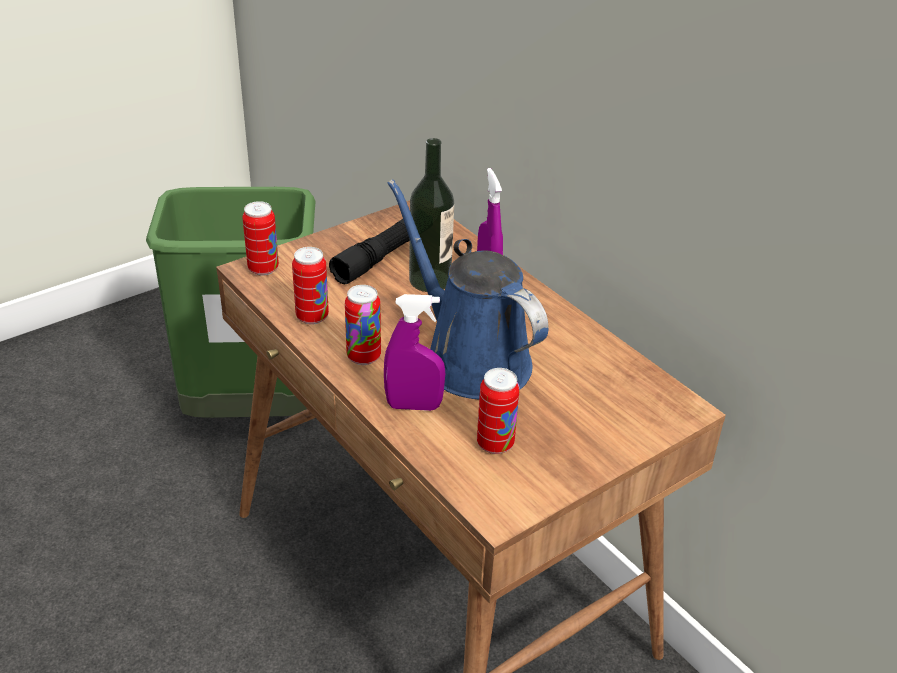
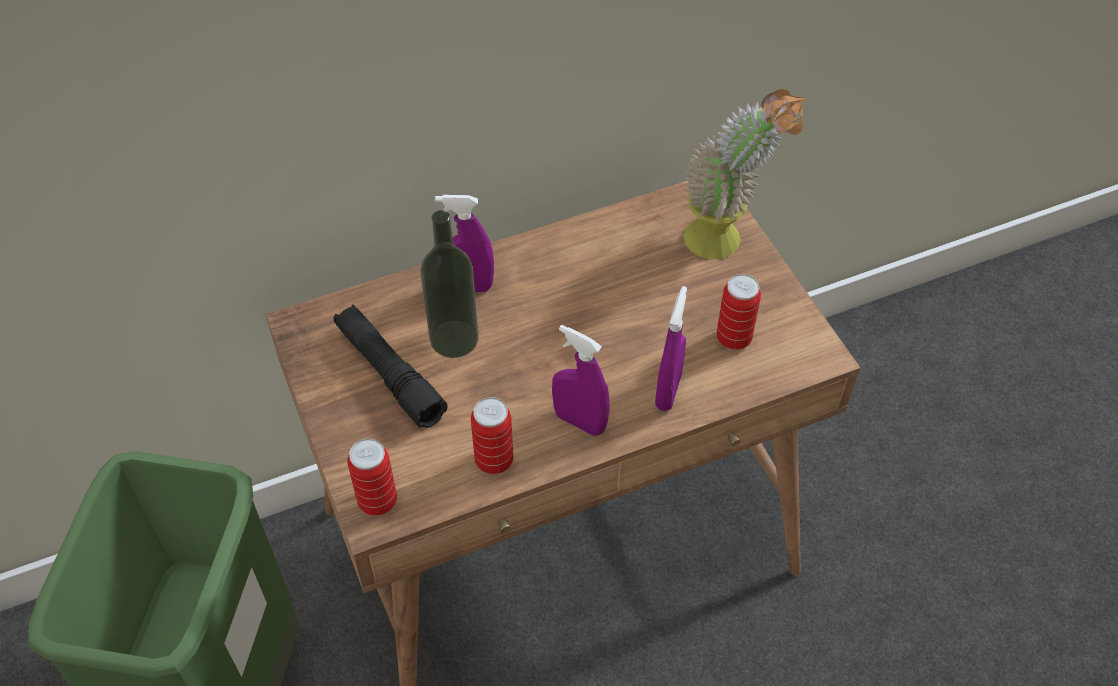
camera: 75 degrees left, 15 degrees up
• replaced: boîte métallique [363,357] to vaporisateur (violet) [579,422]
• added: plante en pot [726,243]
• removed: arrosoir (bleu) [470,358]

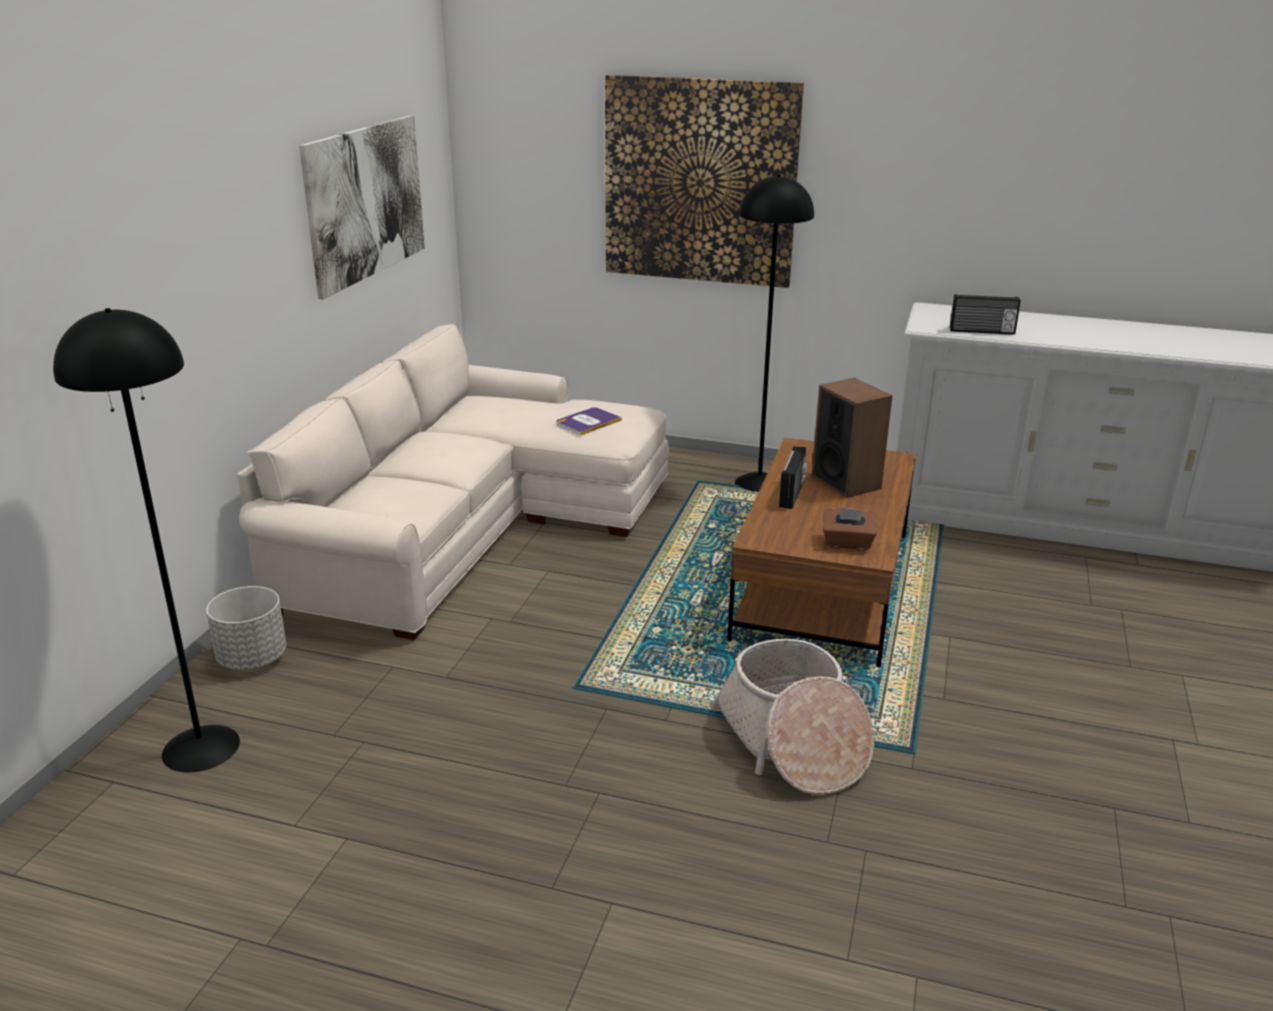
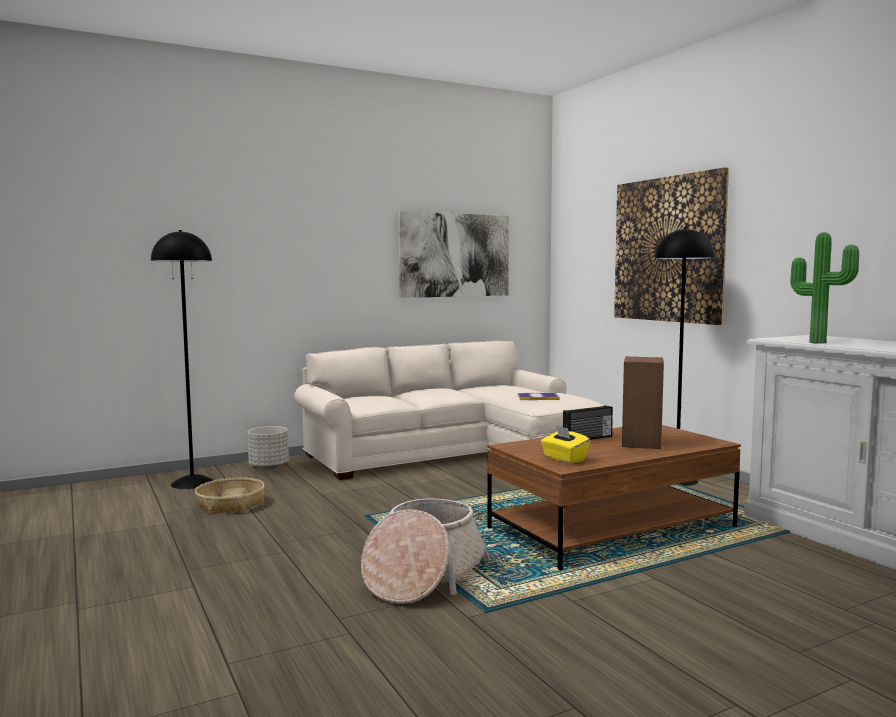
camera: 45 degrees right, 20 degrees down
• added: panier [230,504]
• recoloured: boîte à mouchoirs (marron) [847,543] to boîte à mouchoirs (jaune) [564,459]
• replaced: radio [982,331] to plante en pot [819,342]

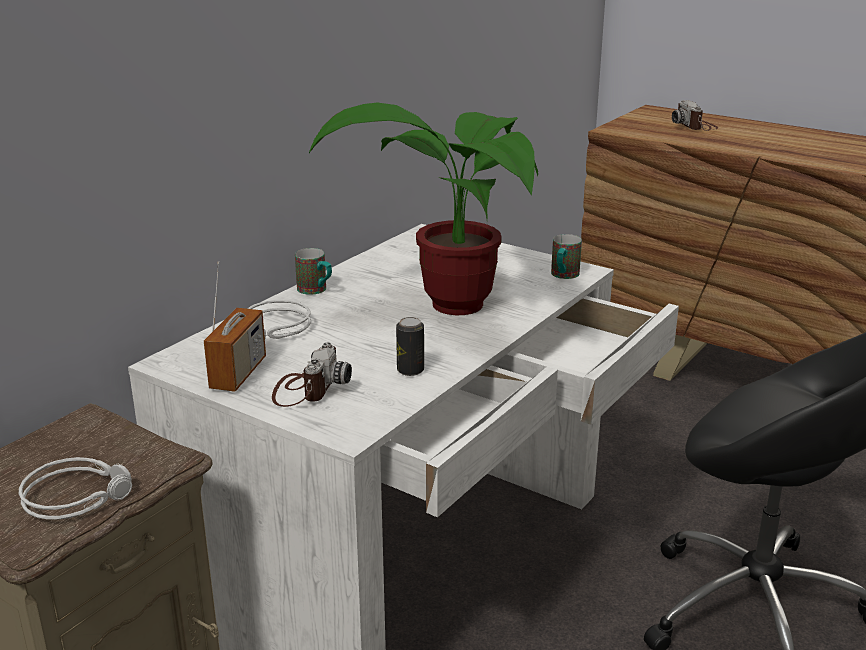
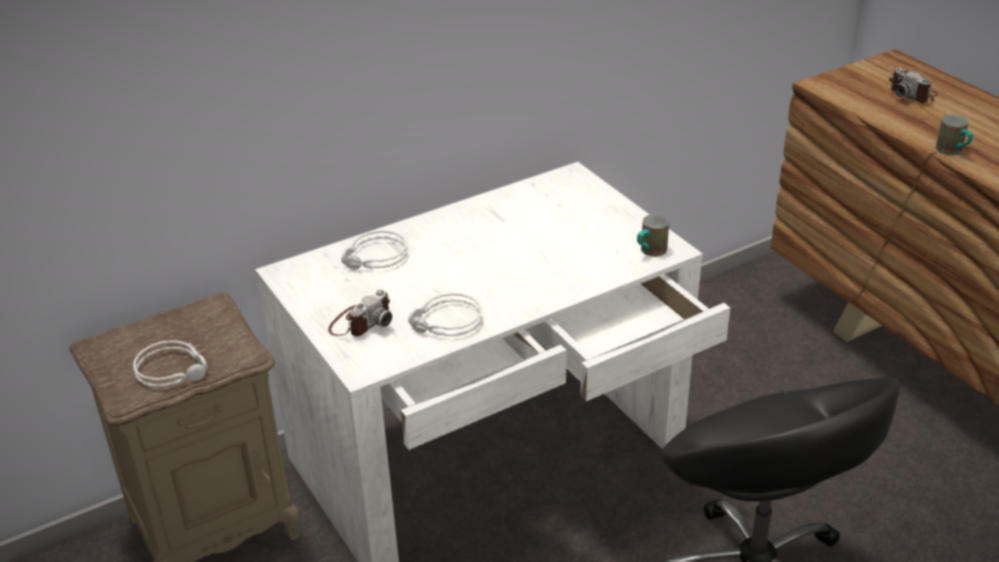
camera: 25 degrees right, 10 degrees up
• replaced: boîte métallique [410,370] to casque audio (gris) [446,323]
• turned: appareil photo [695,126] = [913,94] 45 degrees counterclockwise
• moved: mug [316,290] to [952,152]
• removed: radio [238,373]
• removed: plante en pot [447,306]

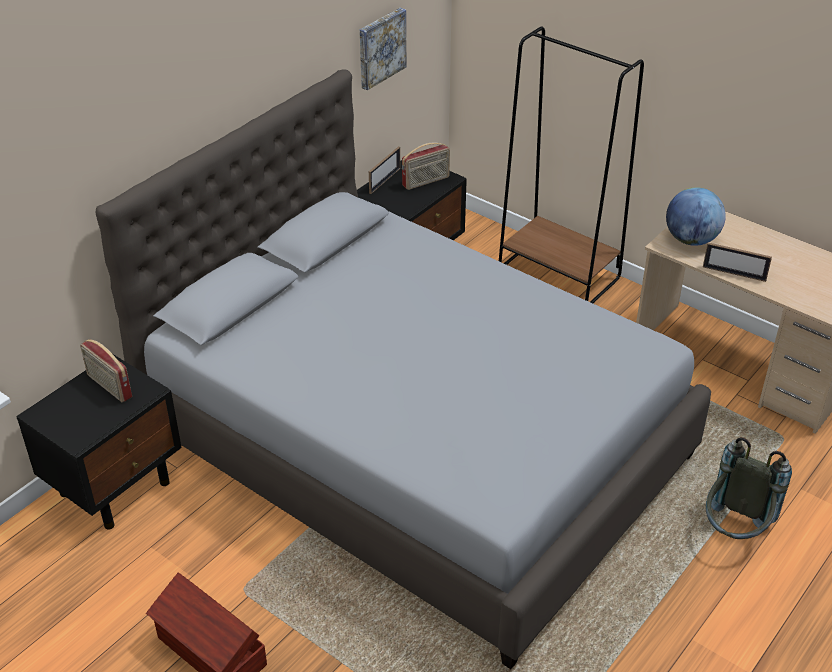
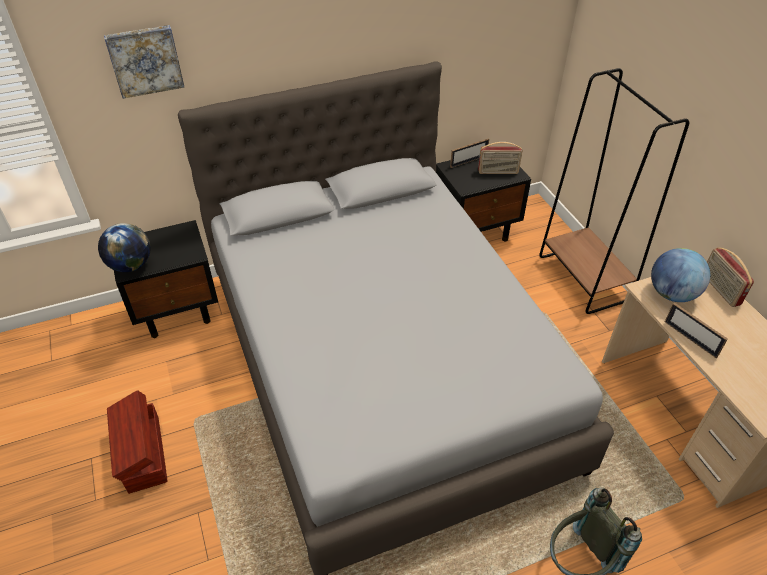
camera: 30 degrees right, 5 degrees up
• added: globe [130,265]
• moved: tableau [380,47] to [145,60]
• moved: radio [109,387] to [719,289]

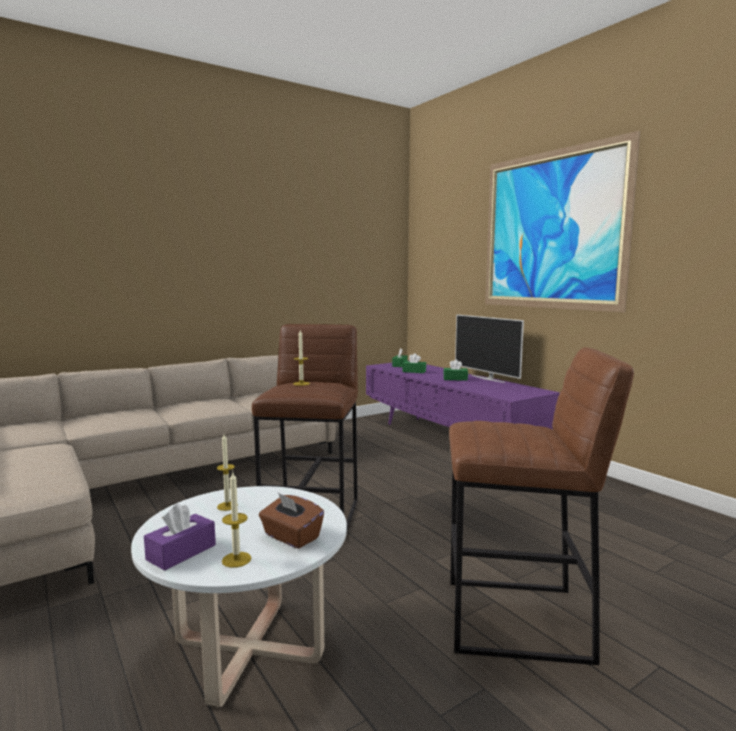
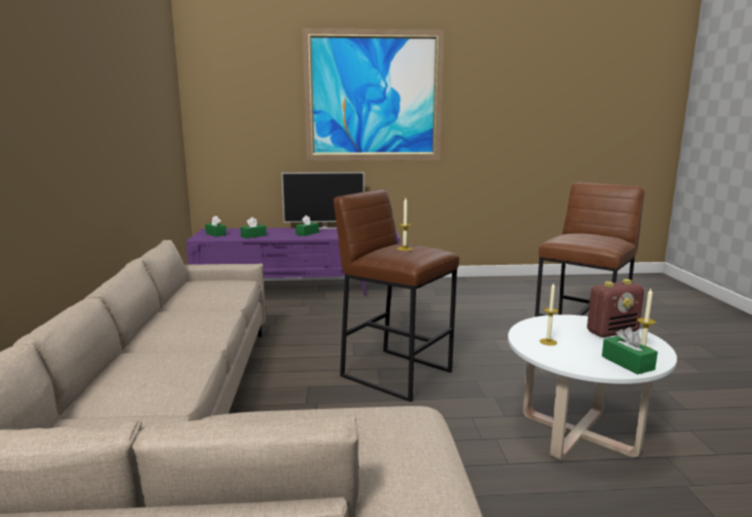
camera: 60 degrees left, 5 degrees up
• replaced: boîte à mouchoirs (marron) [291,537] to radio [612,332]
• recoloured: boîte à mouchoirs (violet) [181,552] to boîte à mouchoirs (vert) [627,363]

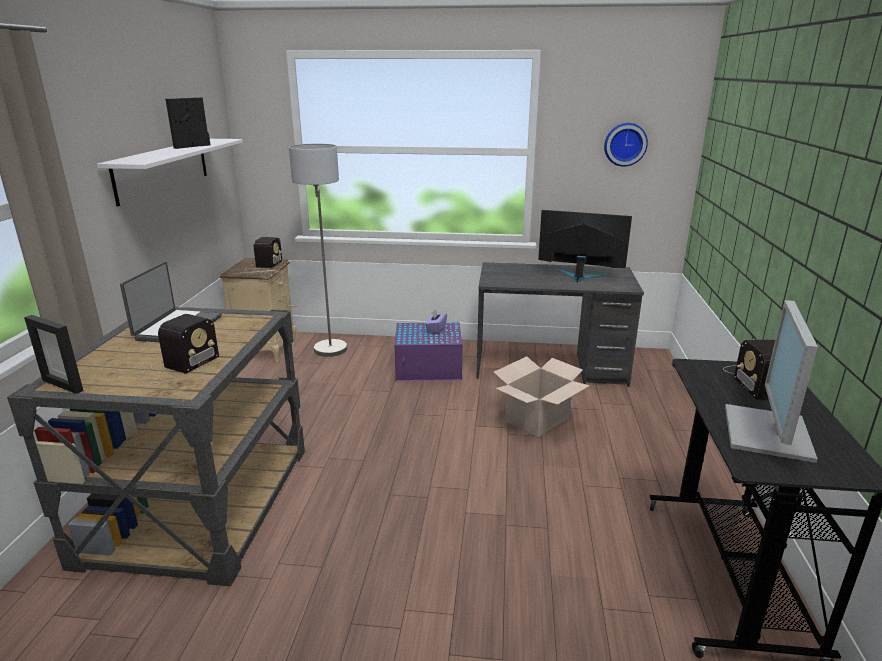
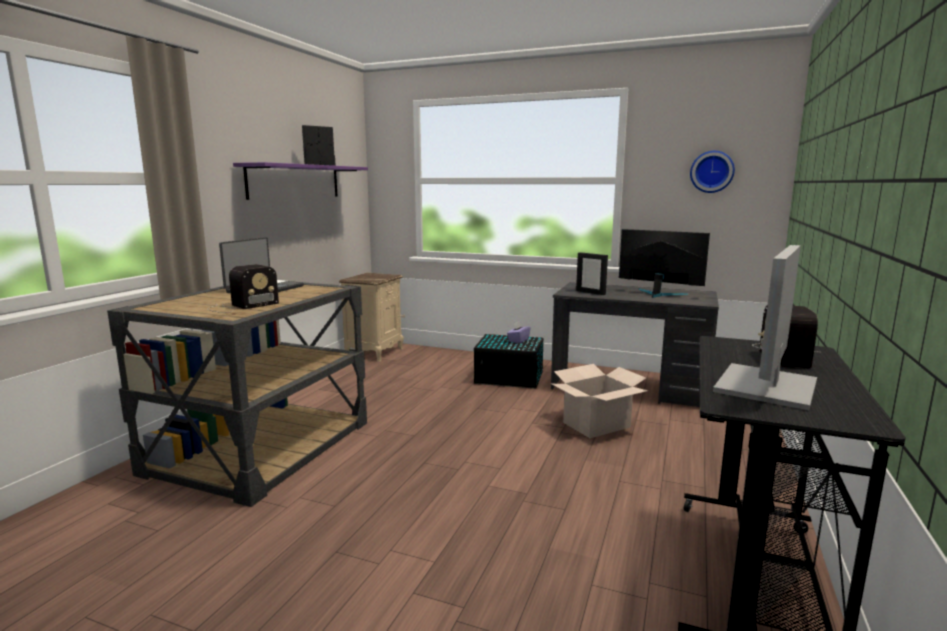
camera: 15 degrees right, 10 degrees down
• recoloured: étagère (blanc) [163,169] to étagère (violet) [295,181]
• recoloured: boîte de rangement (violet) [429,368] to boîte de rangement (noir) [510,378]
• moved: cadre photo [64,385] to [591,292]
• removed: radio [263,266]
• removed: lampadaire (gris) [330,354]

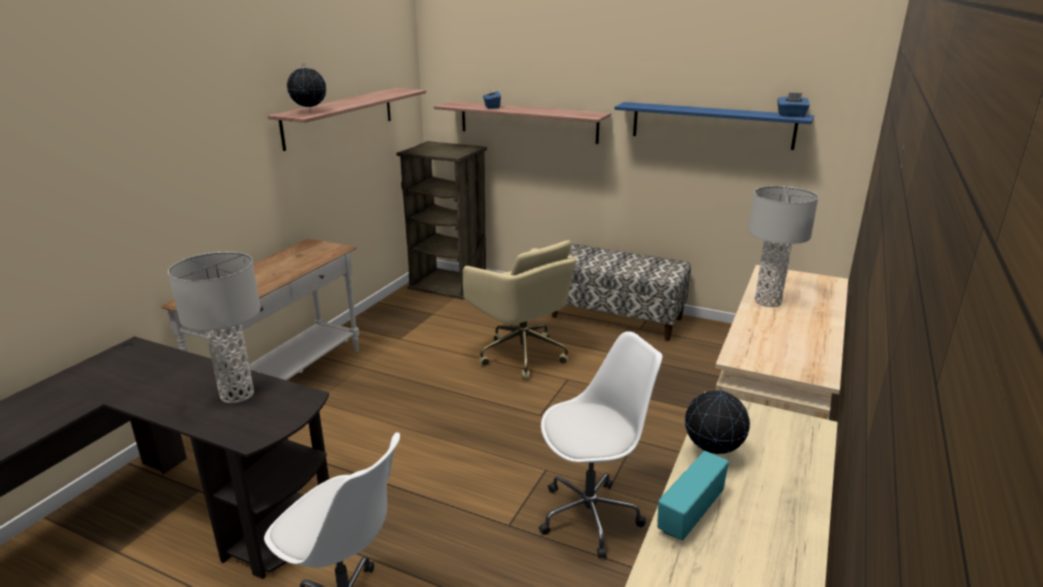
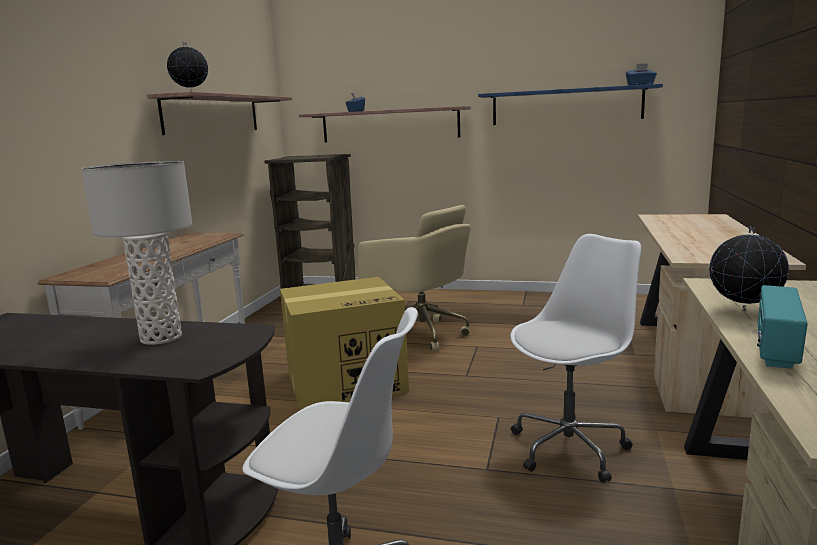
camera: 10 degrees left, 10 degrees down
• added: carton [347,381]
• removed: banc [616,317]
• removed: lampe de table (blanc) [767,301]

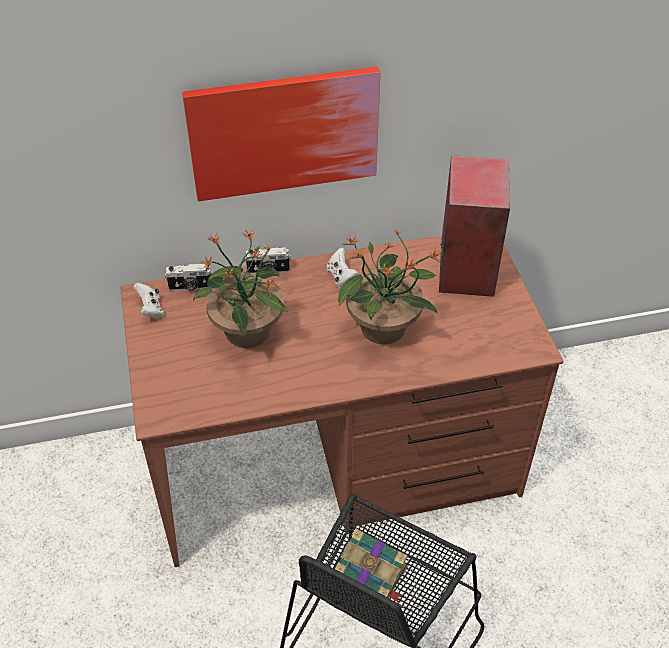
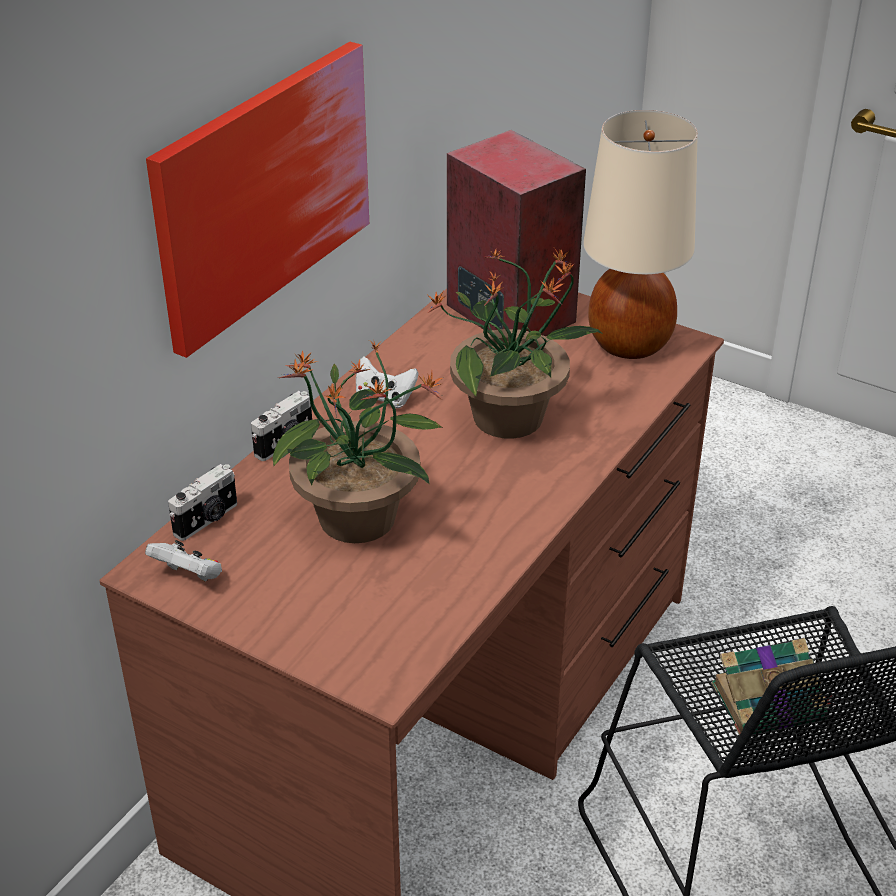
camera: 45 degrees left, 10 degrees down
• added: lampe de table (beige) [630,344]

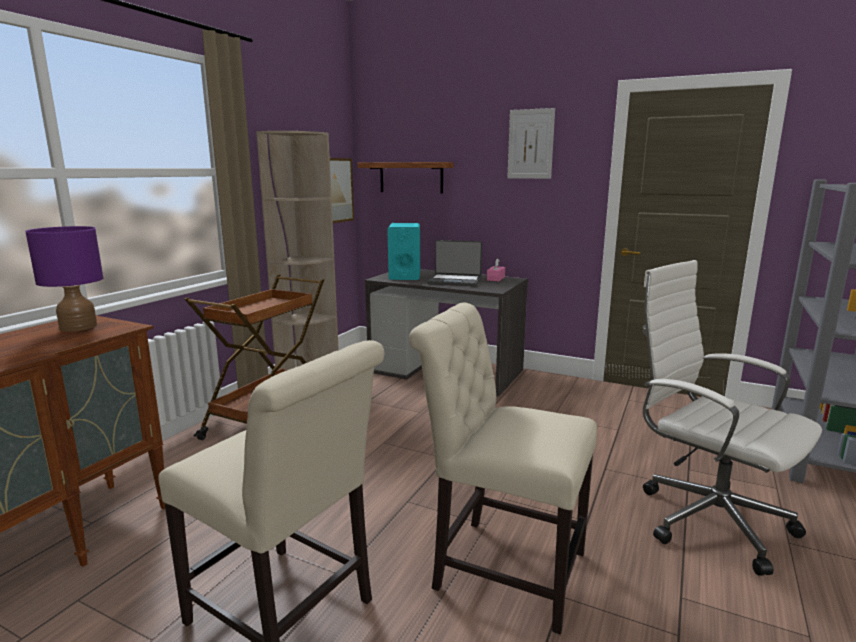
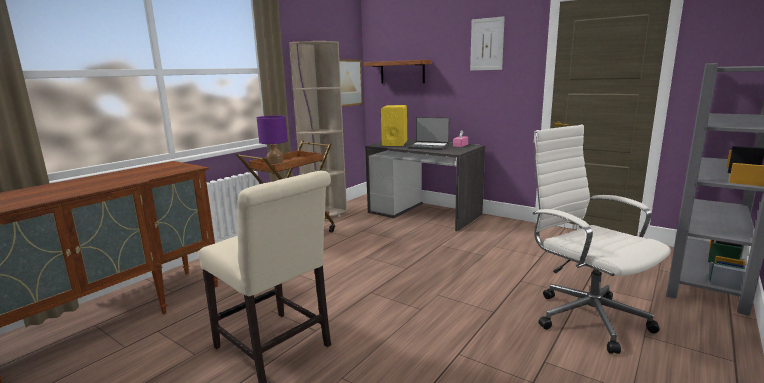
camera: 10 degrees right, 0 degrees up
• moved: lampe de table (violet) [78,327] to [275,165]
• recoloured: enceinte (turquoise) [404,276] to enceinte (jaune) [394,143]
• removed: chaise (beige) [500,567]

